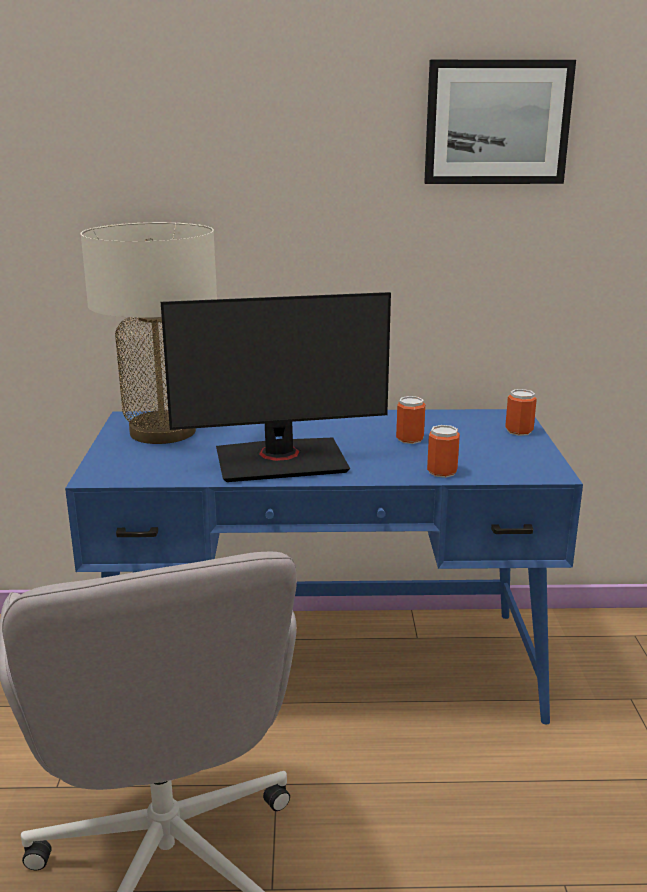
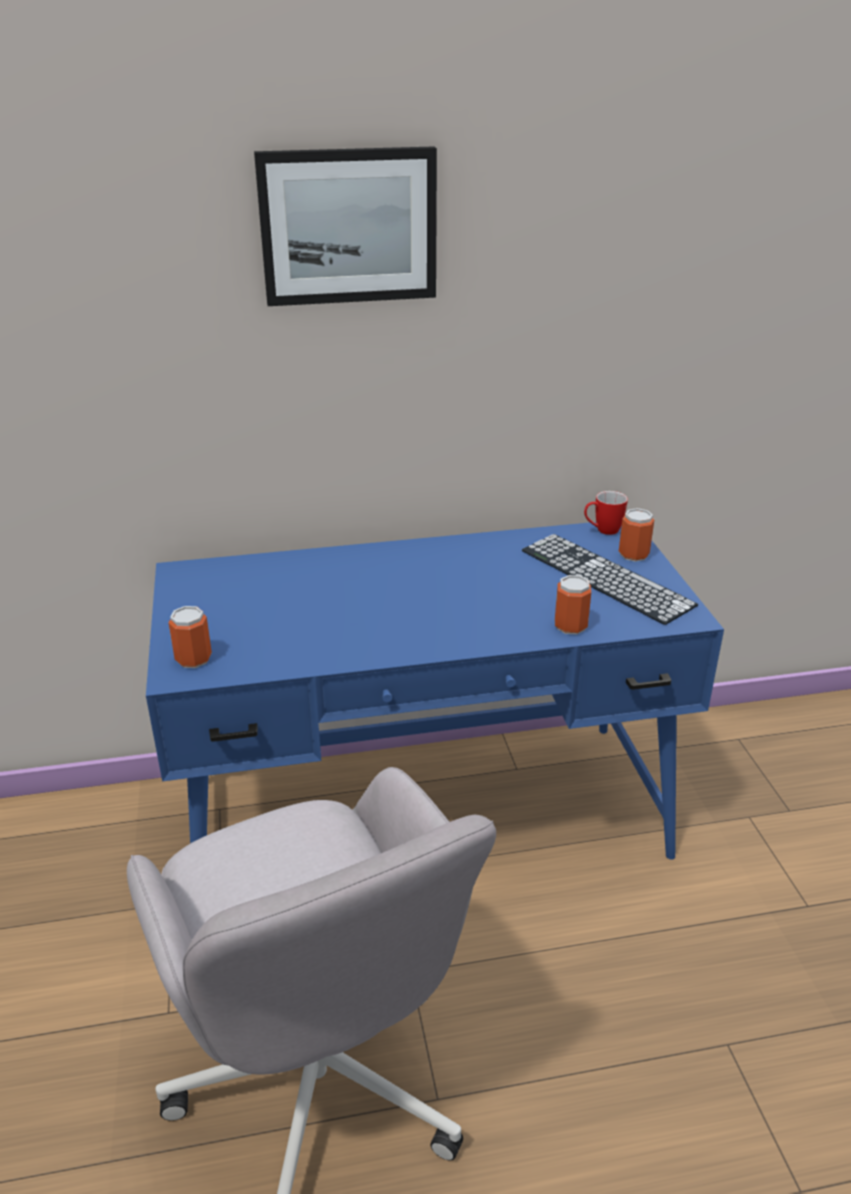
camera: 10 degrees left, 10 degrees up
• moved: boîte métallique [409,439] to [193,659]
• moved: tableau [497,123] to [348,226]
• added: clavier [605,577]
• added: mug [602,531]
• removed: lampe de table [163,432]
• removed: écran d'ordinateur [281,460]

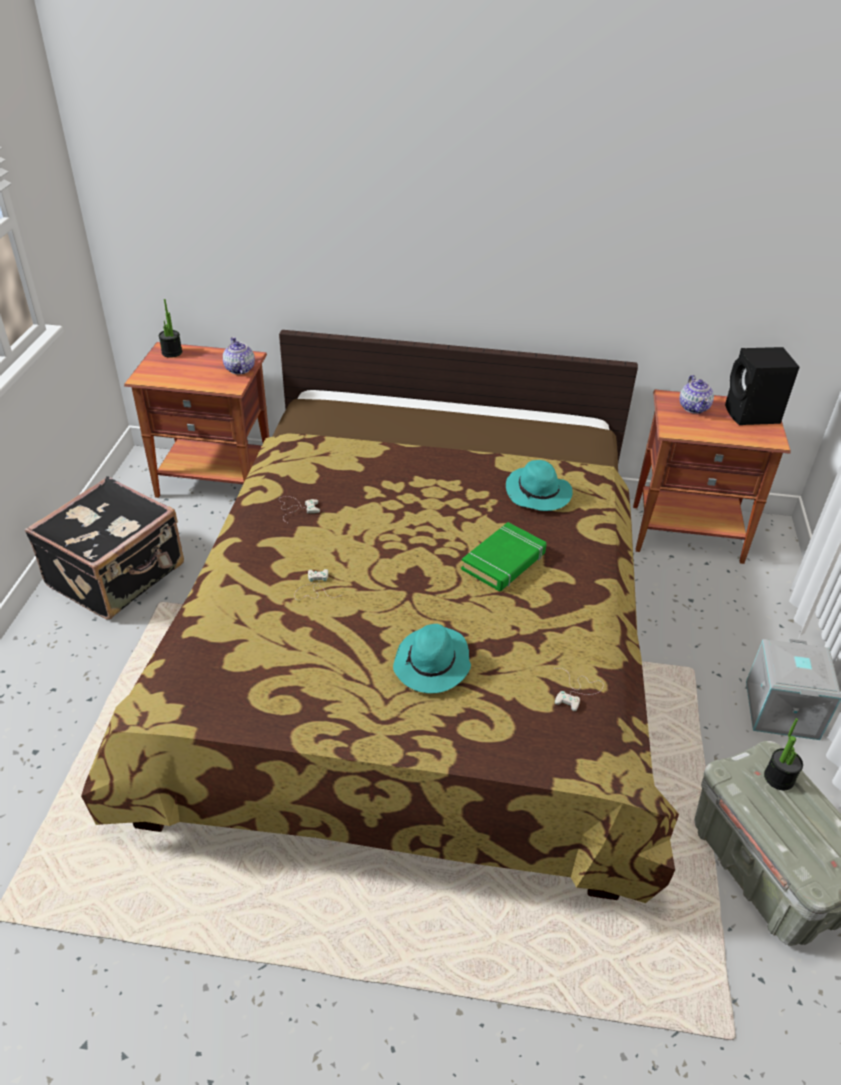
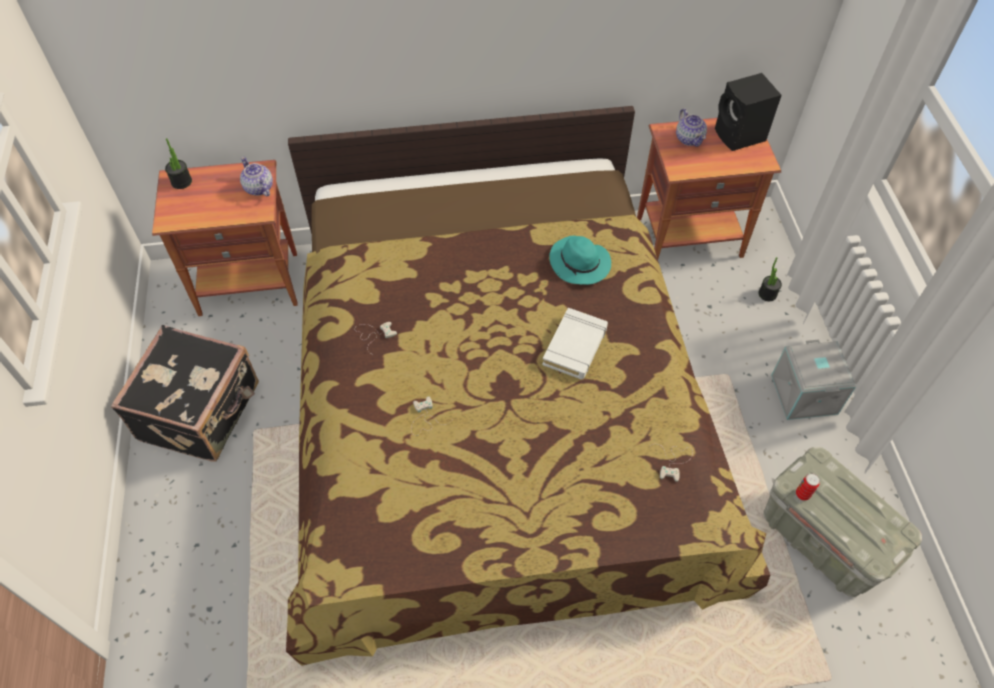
camera: 15 degrees left, 15 degrees up
• recoloured: livre (vert) [504,561] to livre (blanc) [575,347]
• moved: plante en pot [779,778] to [767,294]
• added: boîte métallique [802,494]
• removed: chapeau (turquoise) [432,664]

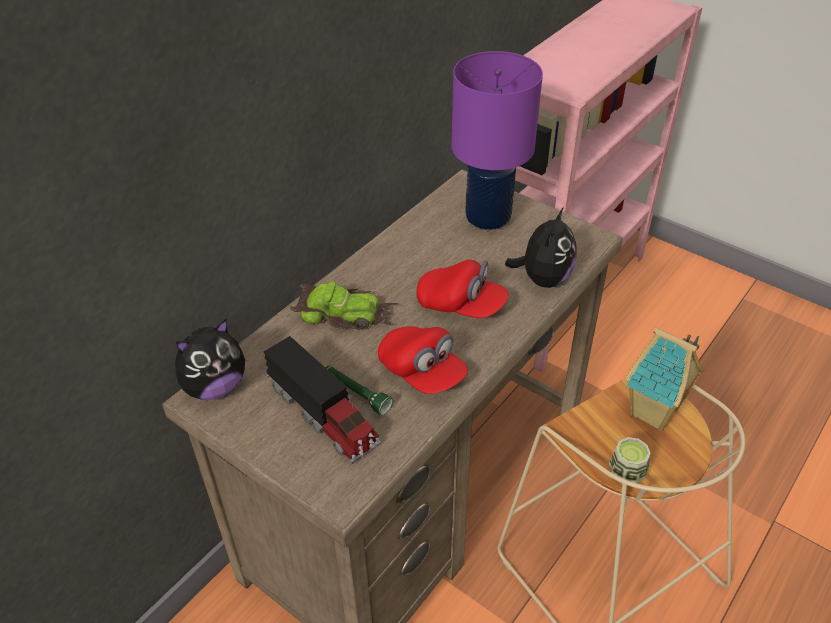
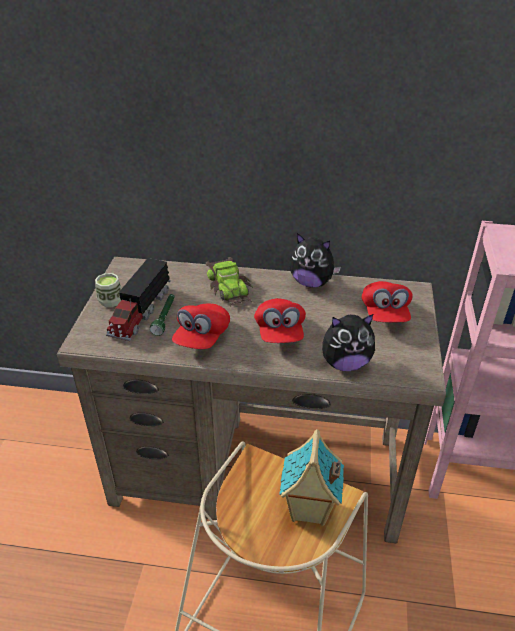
camera: 60 degrees right, 5 degrees down
• moved: tasse [626,473] to [110,301]
• moved: peluche [215,386] to [311,282]
• replaced: lampe de table (violet) [487,219] to casquette (rouge) [384,314]

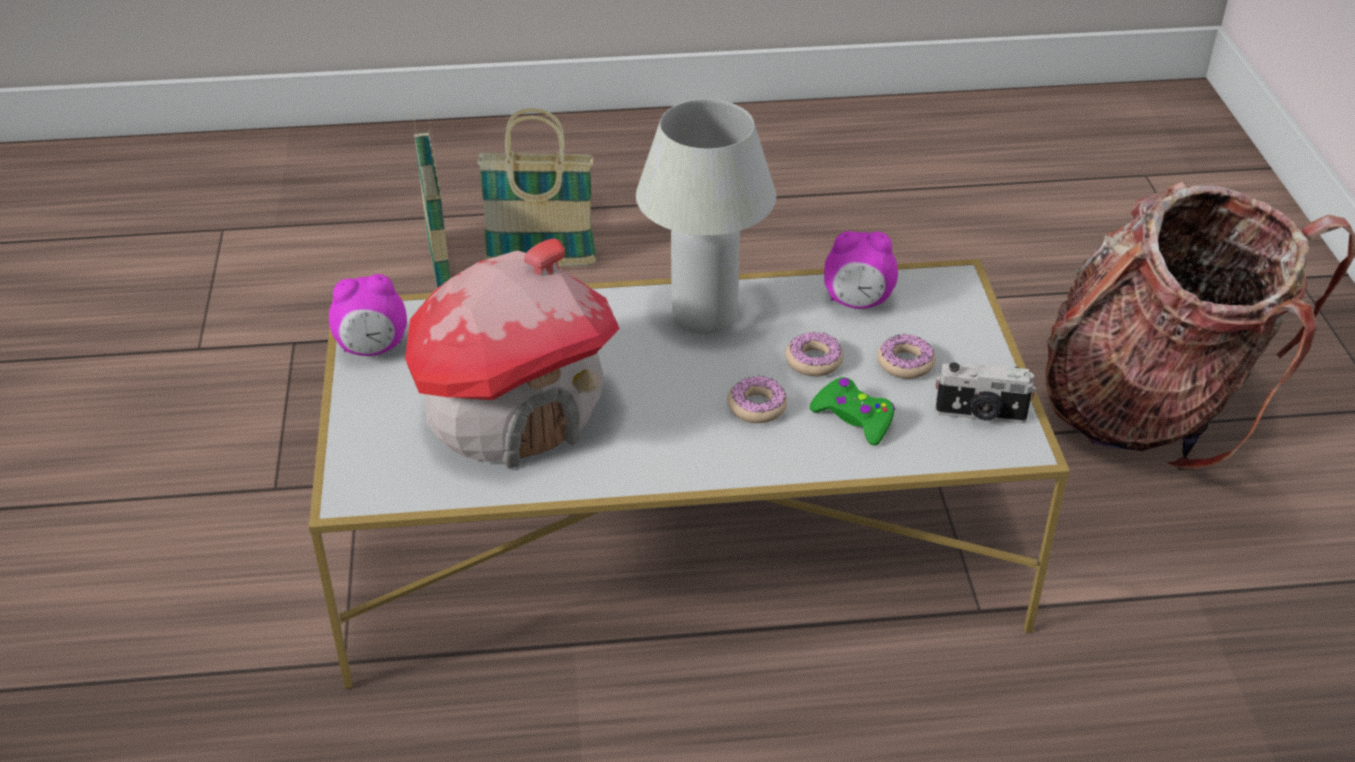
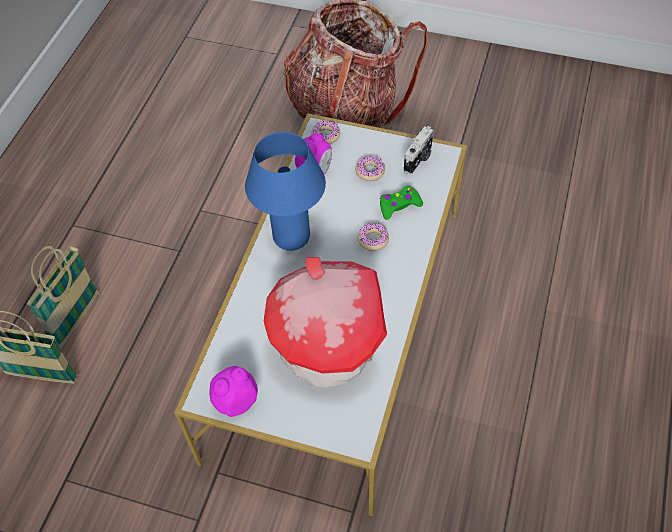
camera: 65 degrees left, 15 degrees up
• turned: réveil [372,349] = [236,401] 135 degrees counterclockwise
• recoloured: lampe de table (blanc) [704,316] to lampe de table (bleu) [291,237]
• moved: beignet [813,361] to [325,135]

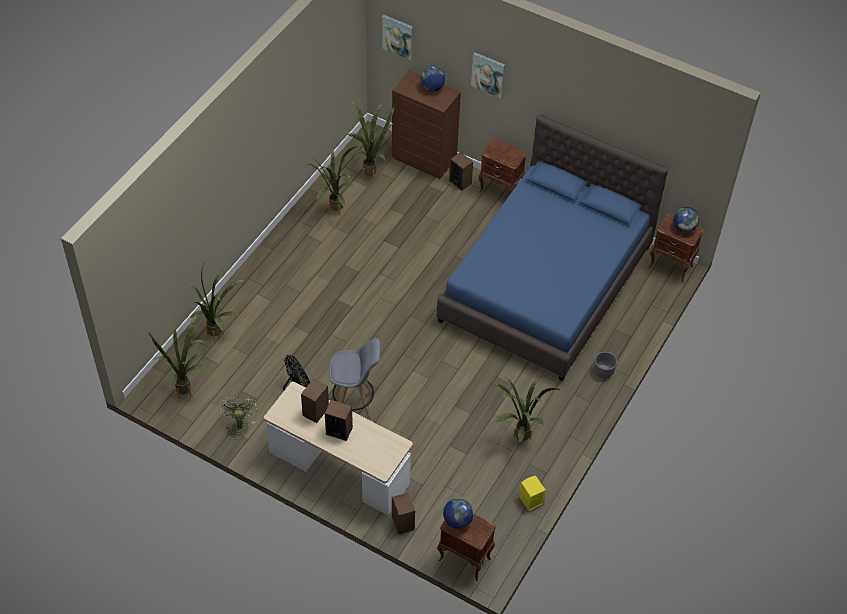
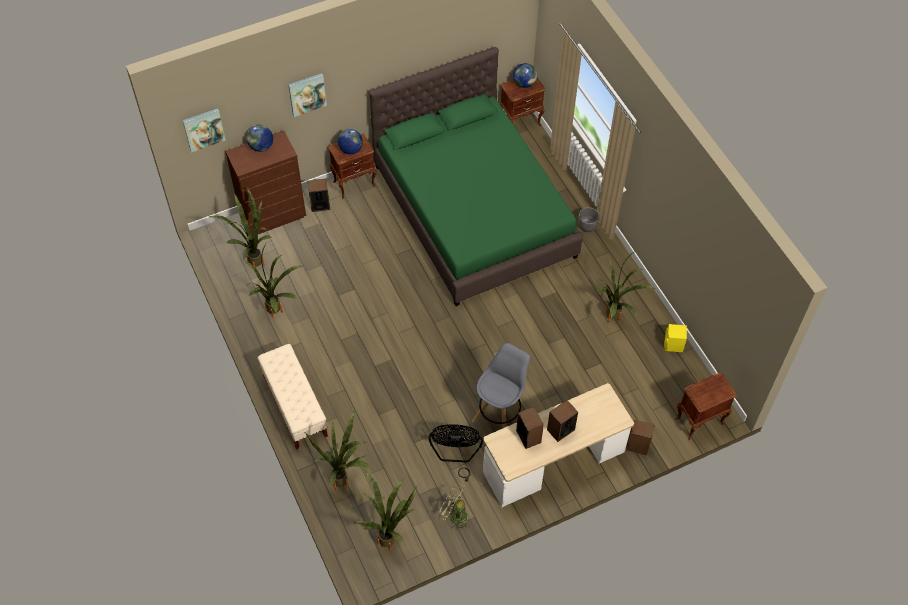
camera: 55 degrees left, 5 degrees up
• added: banc (beige) [295,406]
• moved: globe [457,520] to [350,149]
• recoloured: lit (bleu) [546,283] to lit (vert) [474,210]

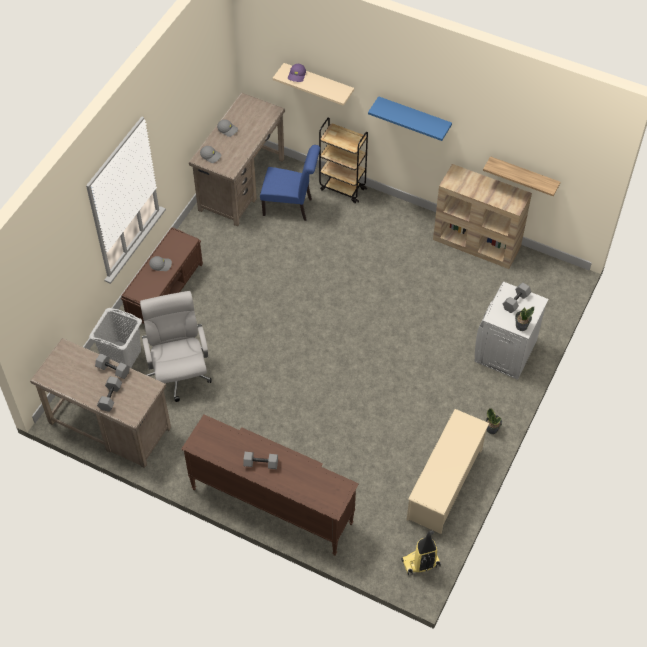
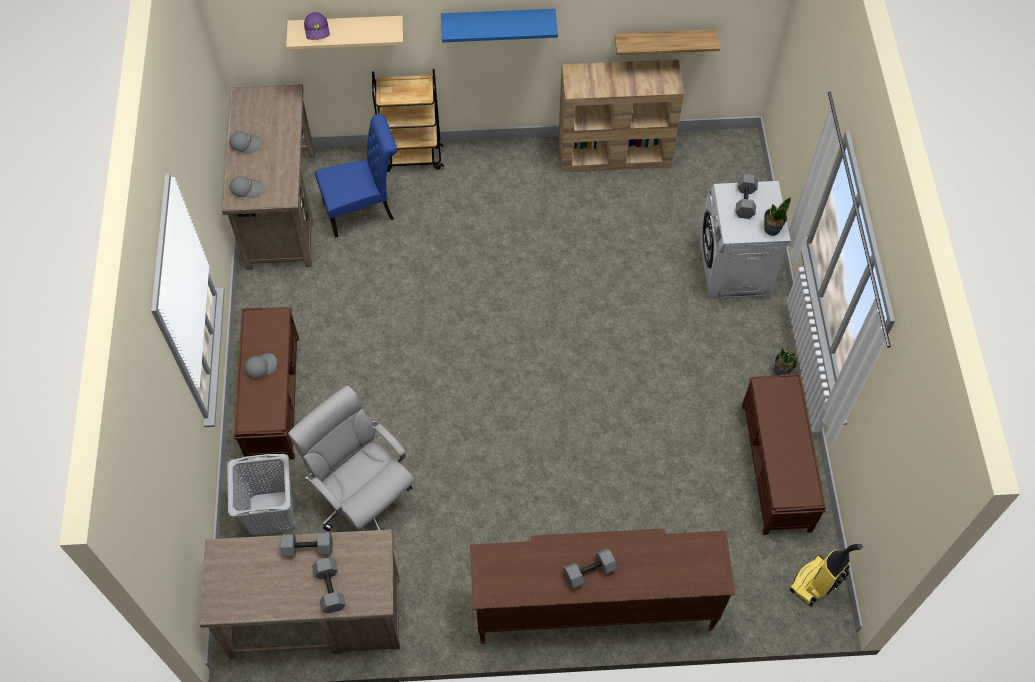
camera: 30 degrees left, 5 degrees up
• replaced: étagère à chaussures (beige) [445,484] to banc (marron) [776,468]

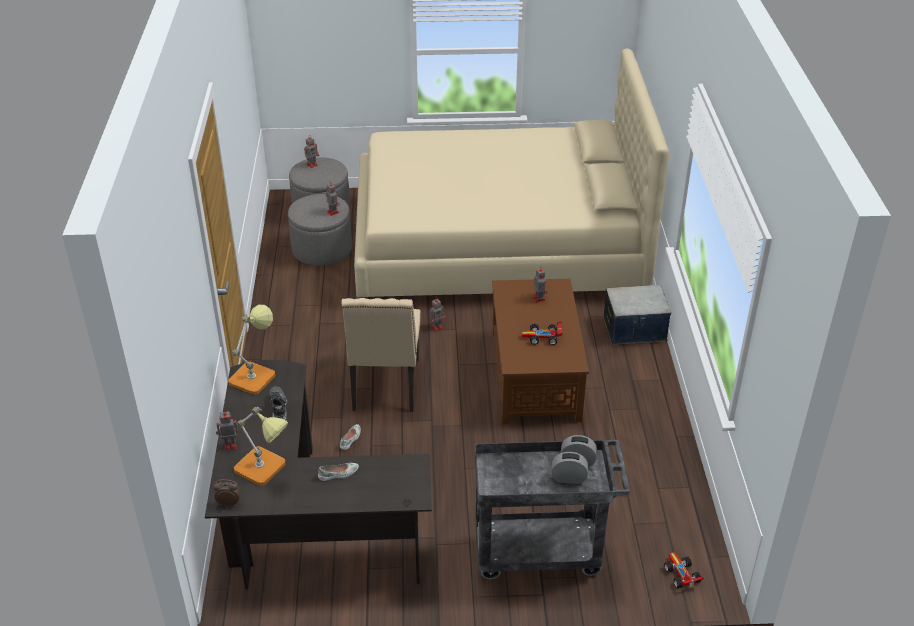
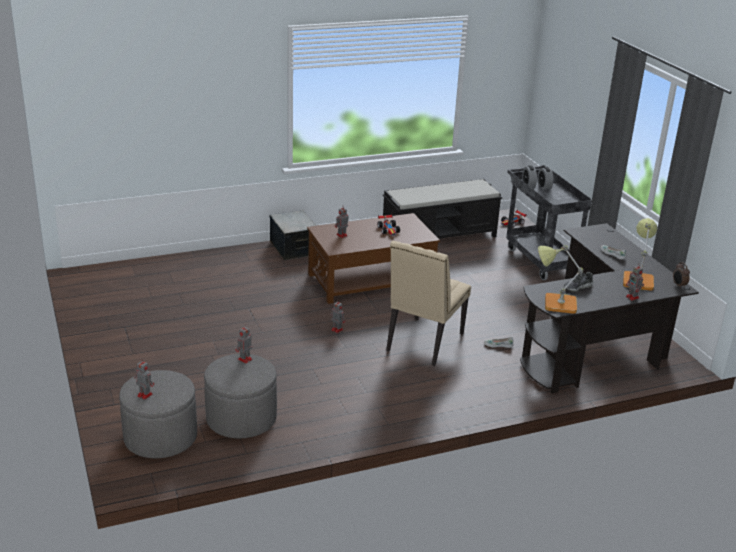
camera: 110 degrees left, 10 degrees down
• added: banc (noir) [440,235]
• turned: chaise (beige) [385,383] = [425,341] 135 degrees clockwise
• removed: lit (beige) [498,245]

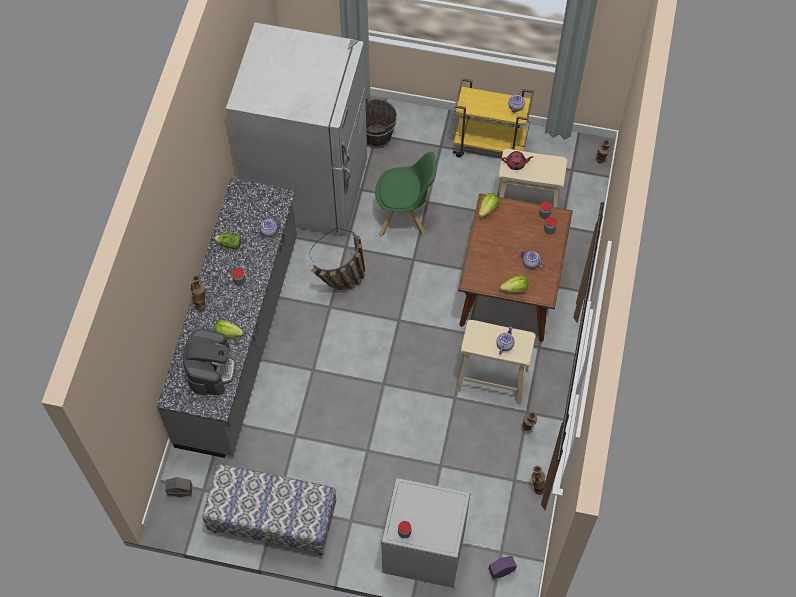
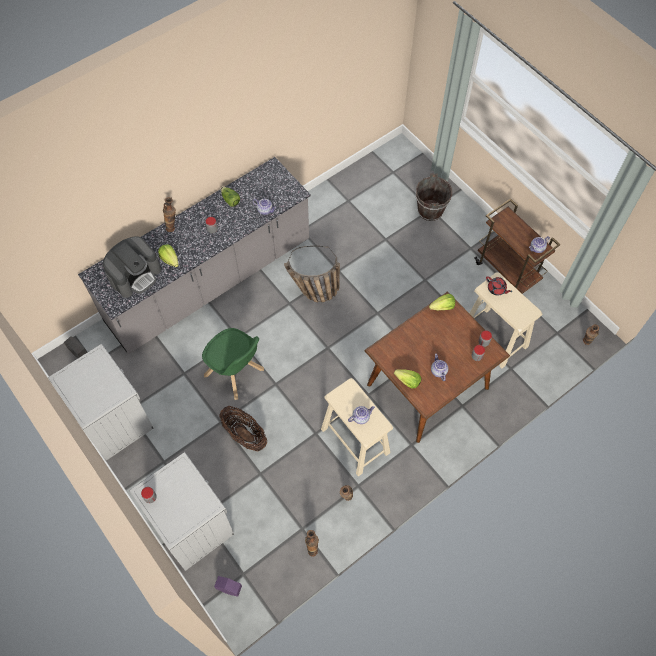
camera: 40 degrees right, 0 degrees up
• replaced: banc [273,520] to lave-linge (blanc) [115,419]
• moved: chaise (vert) [404,216] to [236,374]
• added: panier [244,435]
• recoloured: chariot (jaune) [489,148] to chariot (marron) [506,274]
• removed: réfrigérateur (blanc) [308,188]

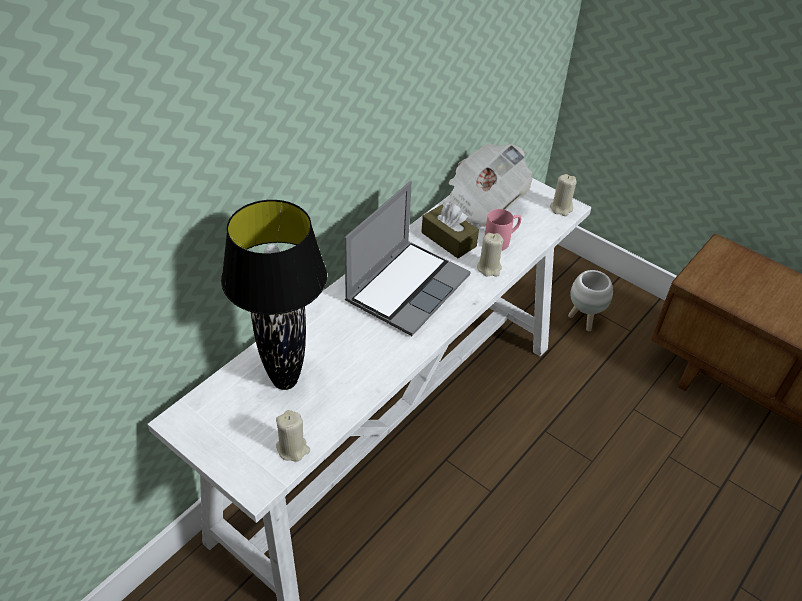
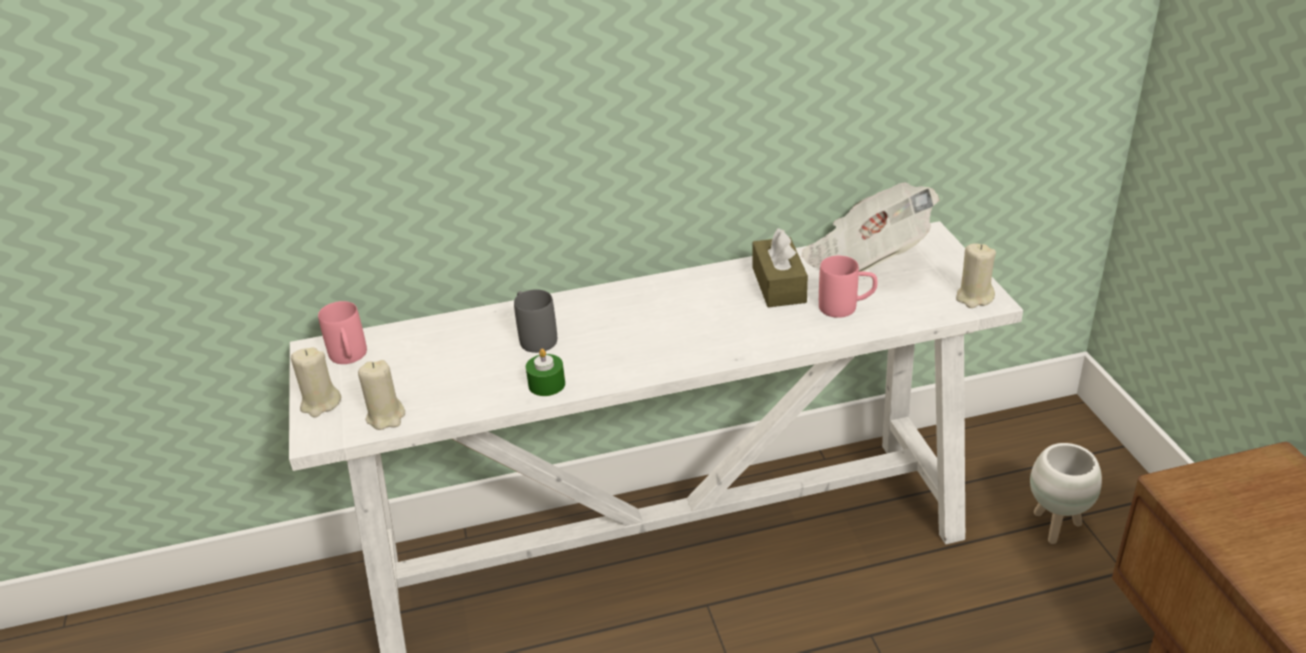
camera: 40 degrees right, 10 degrees down
• moved: bougie (beige) [489,268] to [320,404]
• added: mug (rose) [349,358]
• added: mug (gris) [534,337]
• added: bougie (vert) [546,384]
• removed: lampe de table (noir) [286,381]
• removed: ordinateur portable [407,287]

